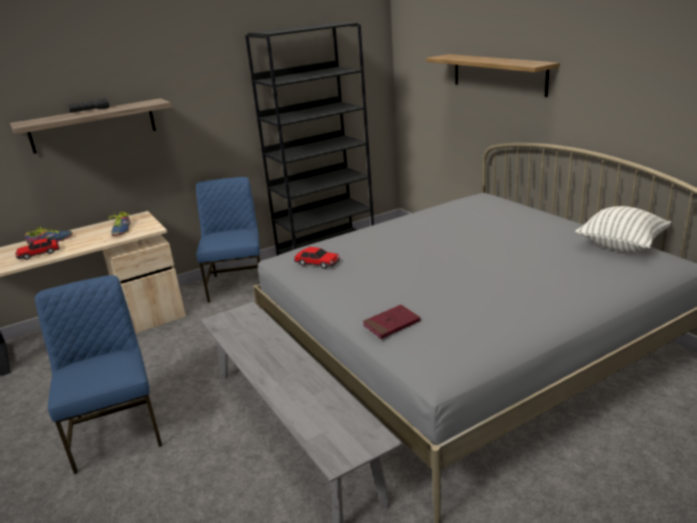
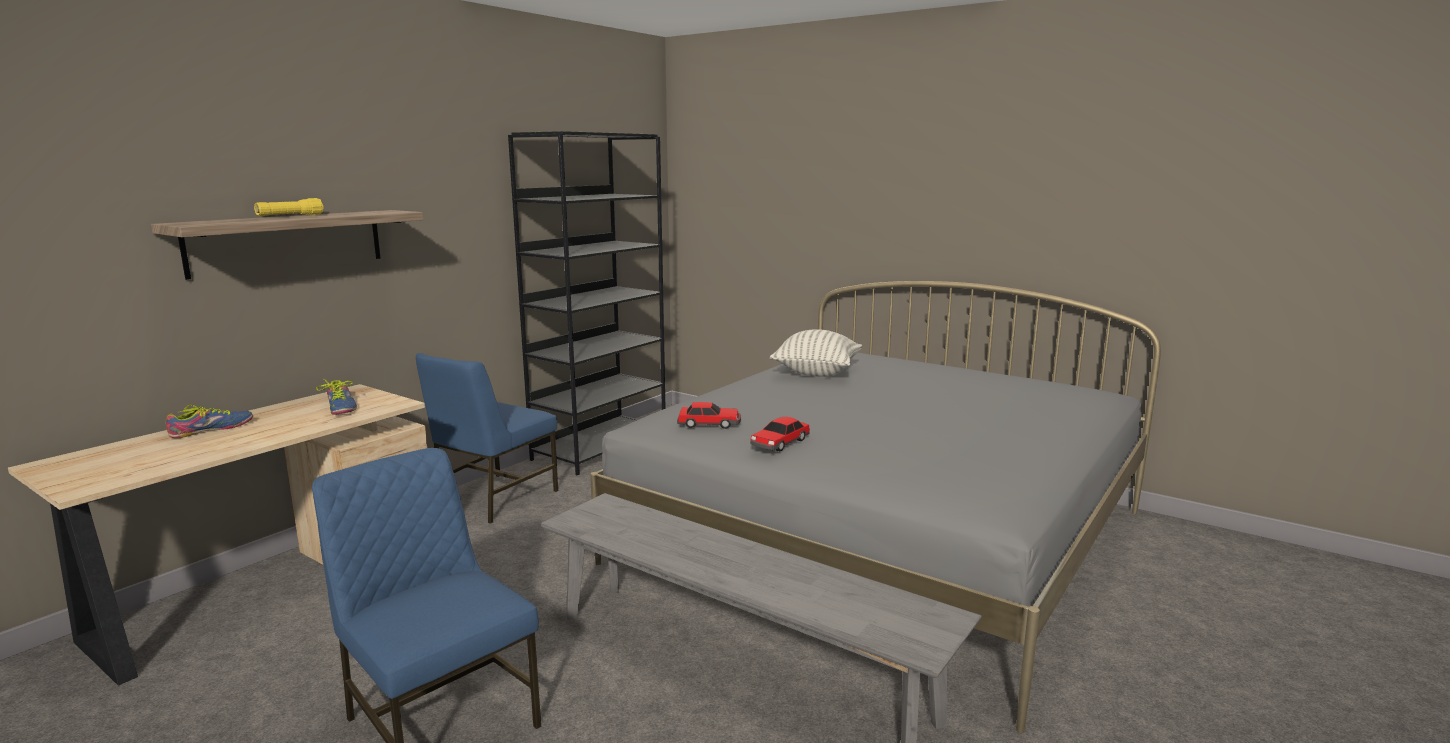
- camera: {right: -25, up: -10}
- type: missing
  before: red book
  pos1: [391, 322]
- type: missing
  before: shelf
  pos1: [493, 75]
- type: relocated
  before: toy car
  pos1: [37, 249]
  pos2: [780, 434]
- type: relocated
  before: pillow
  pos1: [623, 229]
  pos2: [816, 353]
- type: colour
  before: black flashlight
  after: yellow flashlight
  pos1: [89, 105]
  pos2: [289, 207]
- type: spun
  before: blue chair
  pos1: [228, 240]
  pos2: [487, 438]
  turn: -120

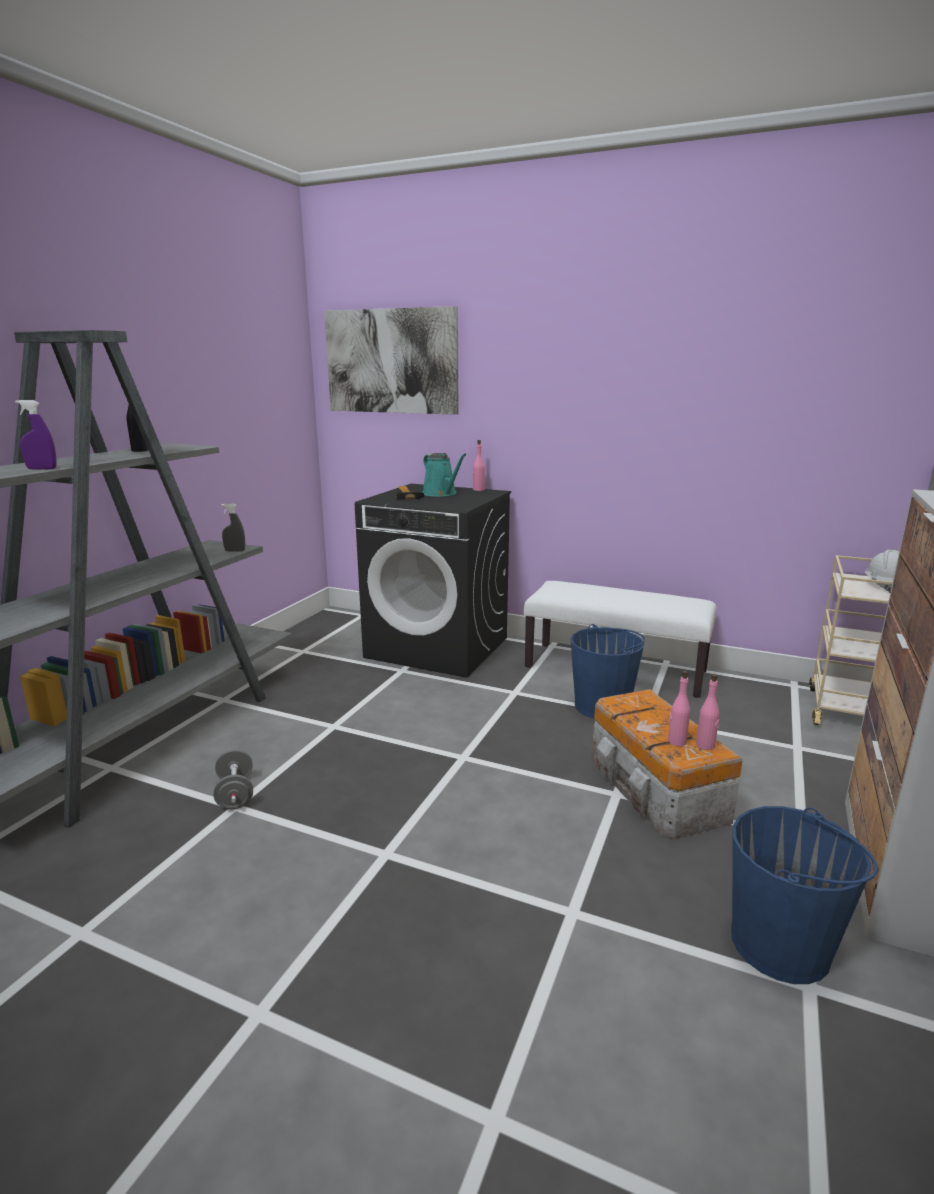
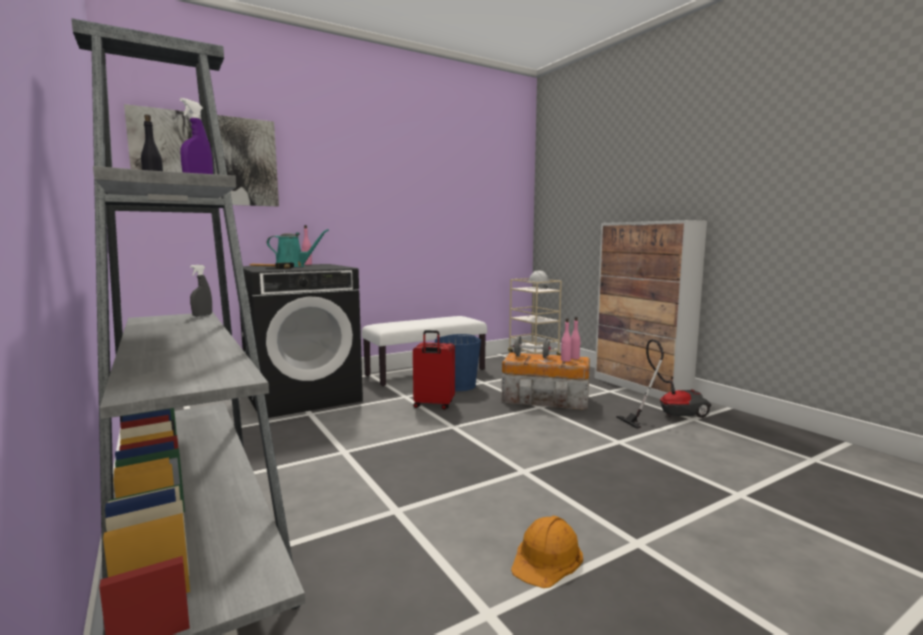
- camera: {right: -55, up: -10}
- type: appeared
  after: red suitcase
  pos2: [434, 370]
- type: appeared
  after: orange hard hat
  pos2: [547, 552]
- type: relocated
  before: grey dumbbell
  pos1: [233, 779]
  pos2: [532, 347]
- type: exchanged
  before: blue bucket
  after: vacuum cleaner
  pos1: [804, 895]
  pos2: [663, 384]

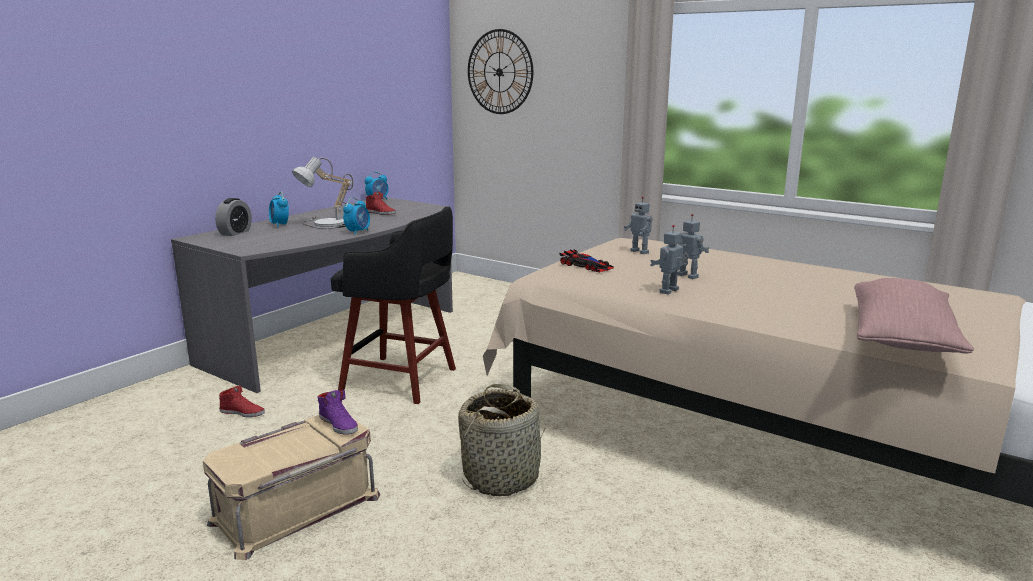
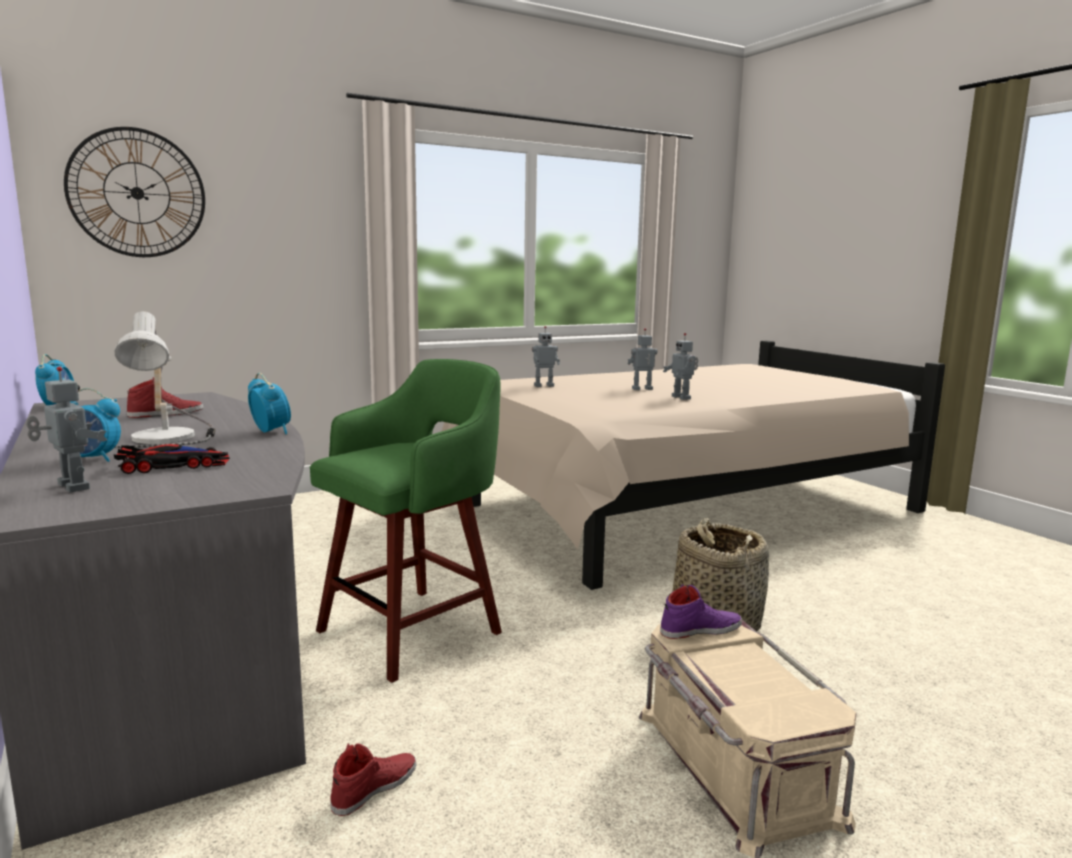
- camera: {right: -65, up: -5}
- type: missing
  before: pink pillow
  pos1: [914, 316]
- type: relocated
  before: toy car
  pos1: [586, 260]
  pos2: [172, 459]
- type: exchanged
  before: alarm clock
  after: toy robot
  pos1: [233, 217]
  pos2: [66, 429]
- type: colour
  before: black stool
  after: green stool
  pos1: [393, 305]
  pos2: [406, 521]

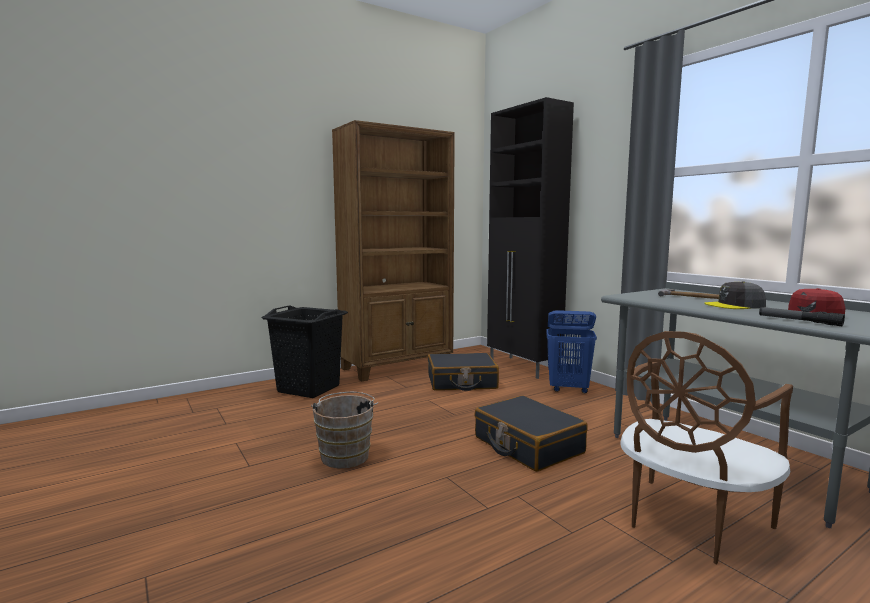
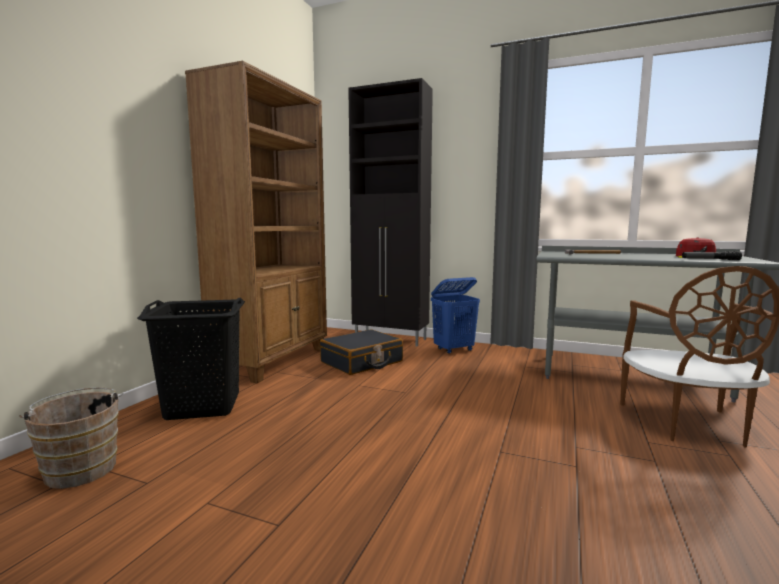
- camera: {right: -35, up: 0}
- type: missing
  before: black suitcase
  pos1: [531, 433]
- type: missing
  before: grey cap
  pos1: [735, 295]
- type: relocated
  before: brown bucket
  pos1: [344, 430]
  pos2: [71, 438]

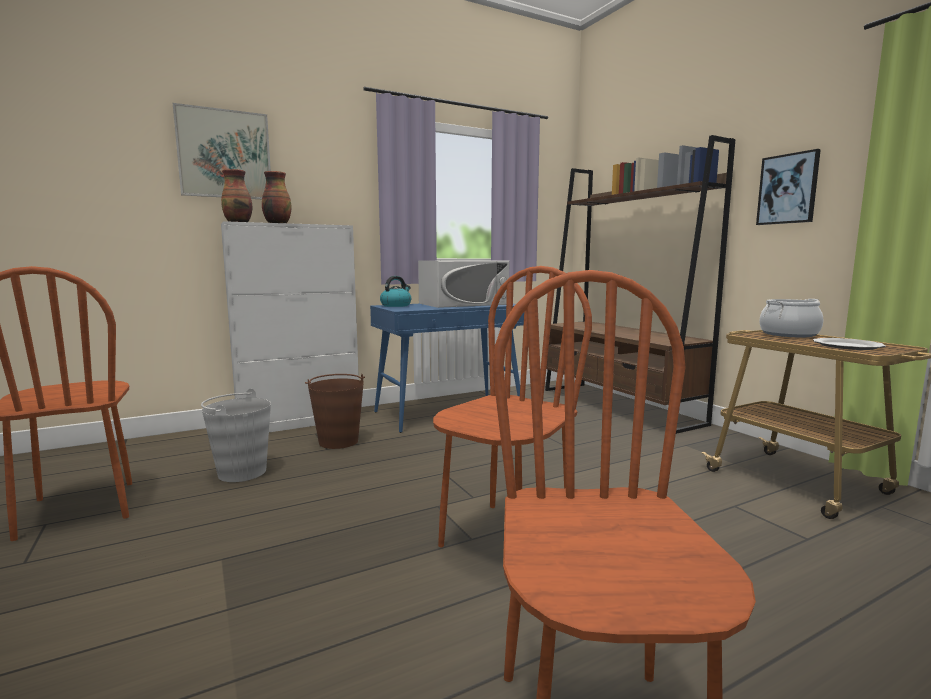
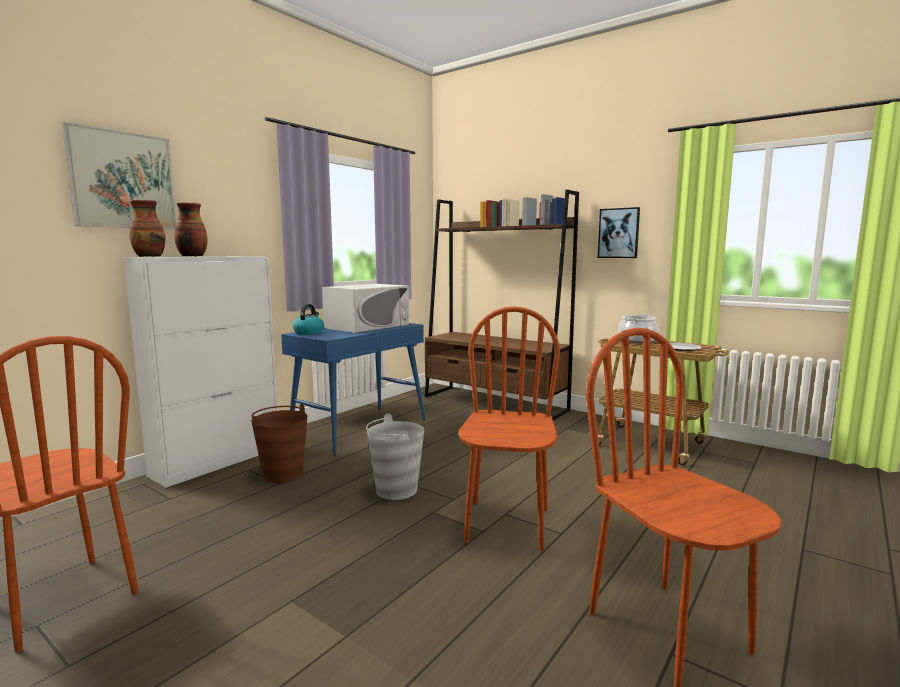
- camera: {right: -25, up: 0}
- type: relocated
  before: grey bucket
  pos1: [236, 435]
  pos2: [395, 457]

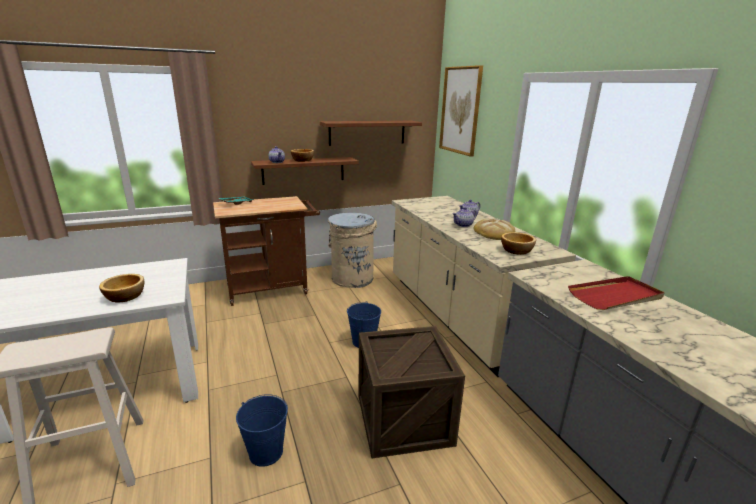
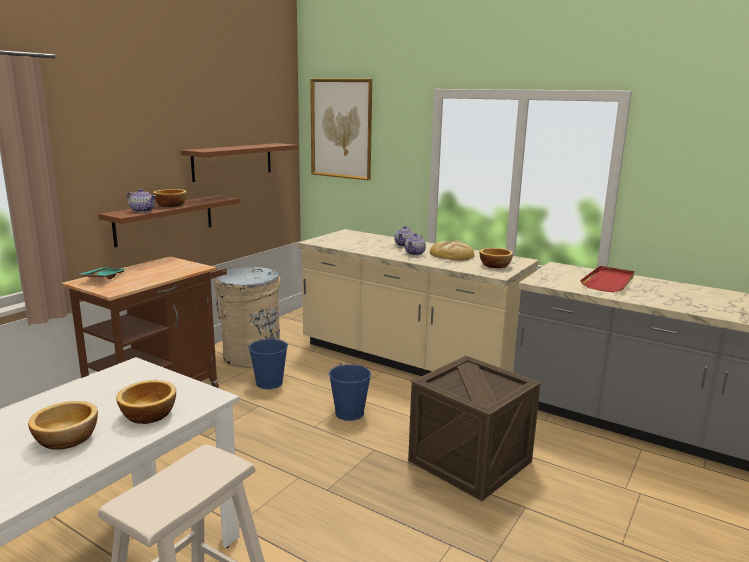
- camera: {right: -35, up: -5}
- type: appeared
  after: bowl
  pos2: [63, 425]
- type: relocated
  before: blue bucket
  pos1: [262, 430]
  pos2: [268, 363]

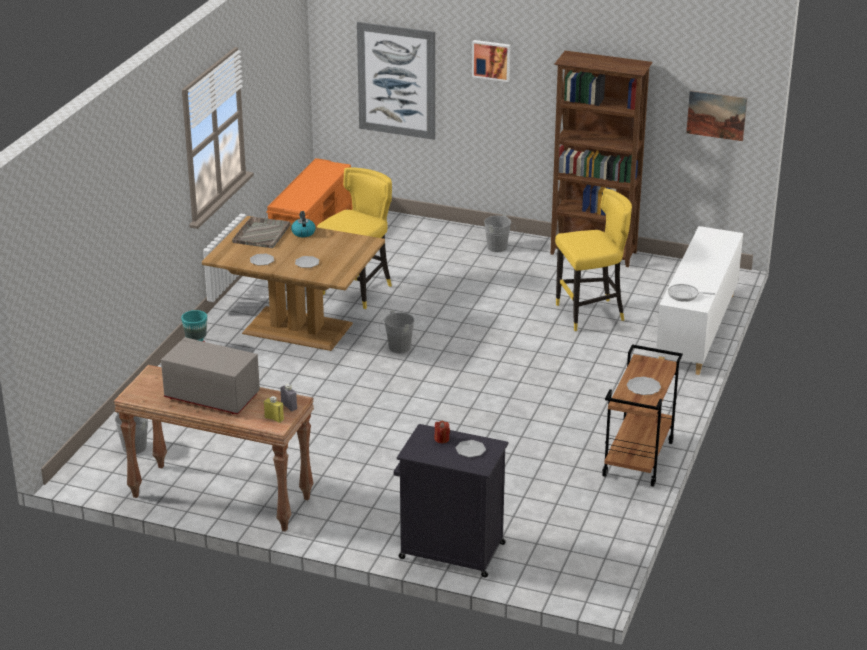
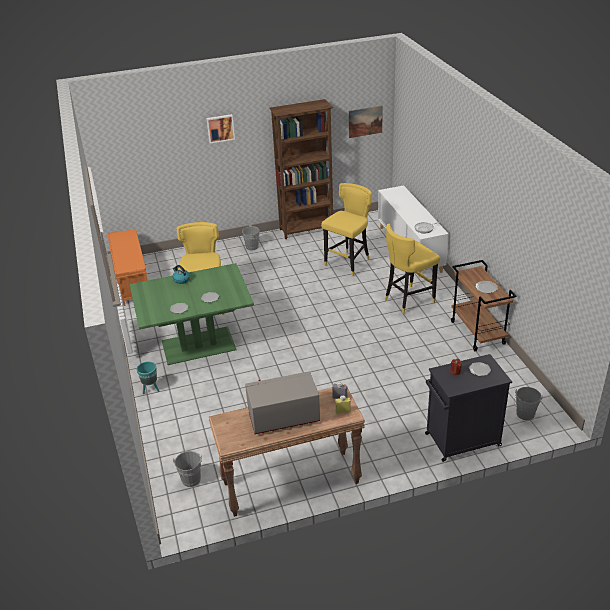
- camera: {right: -35, up: 5}
- type: missing
  before: grey tray
  pos1: [261, 232]
- type: missing
  before: picture
  pos1: [396, 81]
- type: appeared
  after: yellow stool
  pos2: [412, 269]
- type: relocated
  before: grey bucket
  pos1: [396, 331]
  pos2: [528, 403]
- type: colour
  before: brown dining table
  after: green dining table
  pos1: [293, 283]
  pos2: [192, 314]

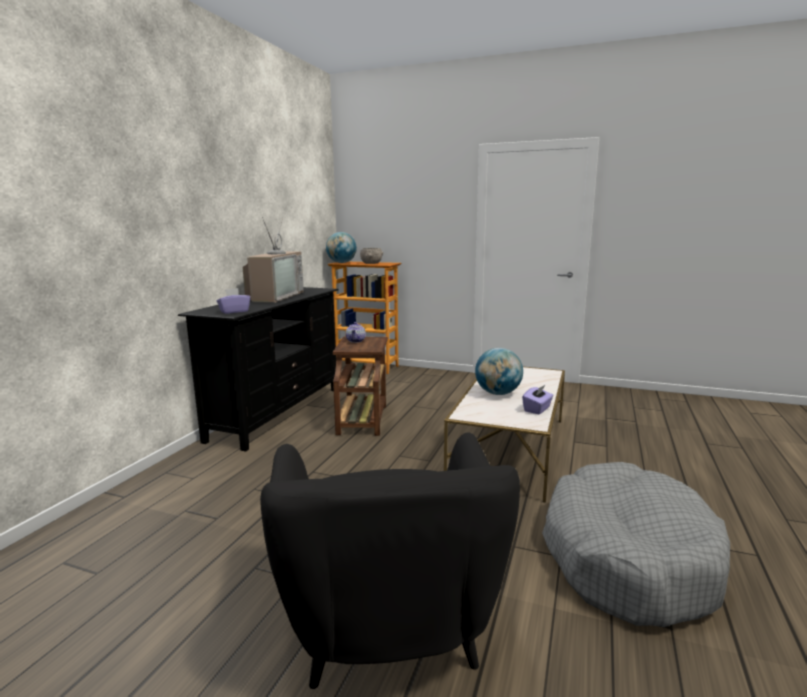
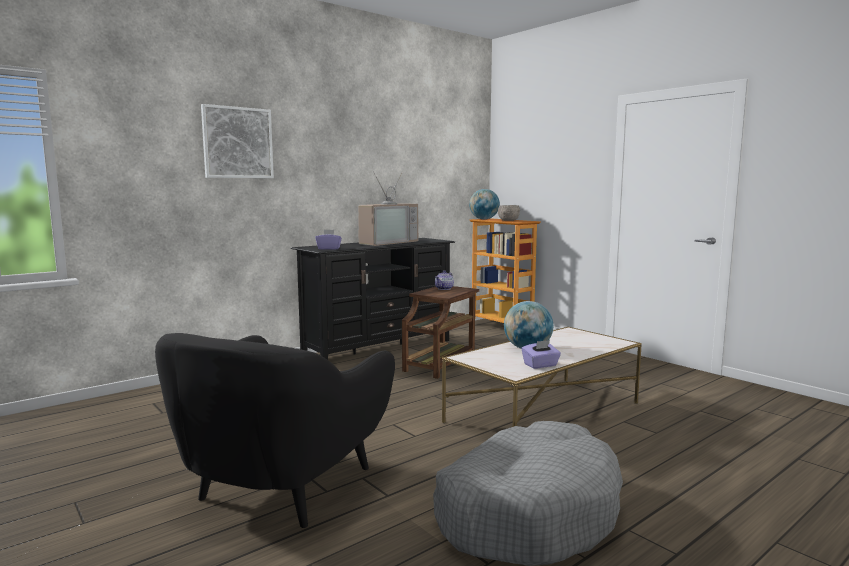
- camera: {right: 30, up: -5}
- type: appeared
  after: picture
  pos2: [237, 141]

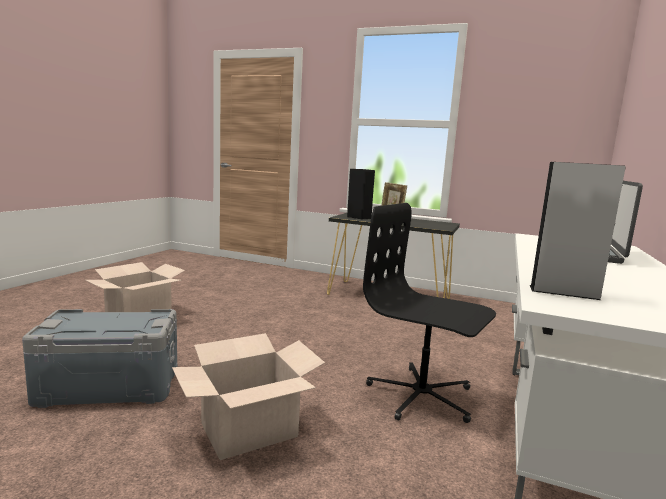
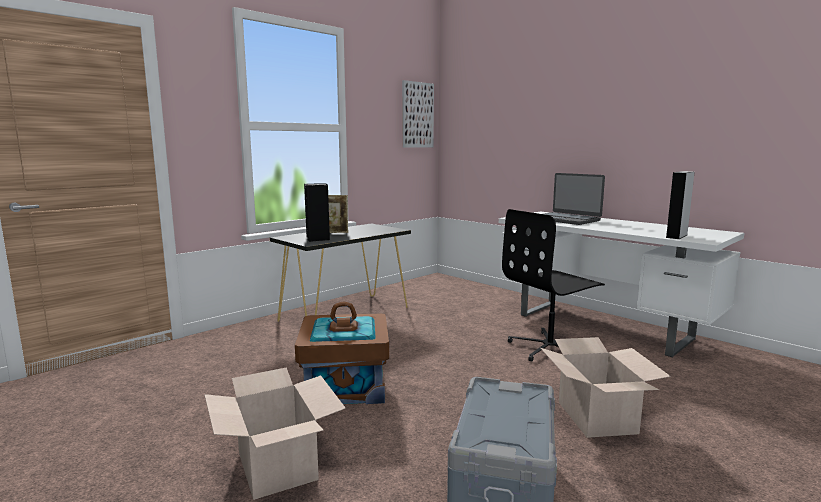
- camera: {right: -65, up: 0}
- type: appeared
  after: brown storage box
  pos2: [342, 353]
- type: appeared
  after: picture
  pos2: [418, 114]

